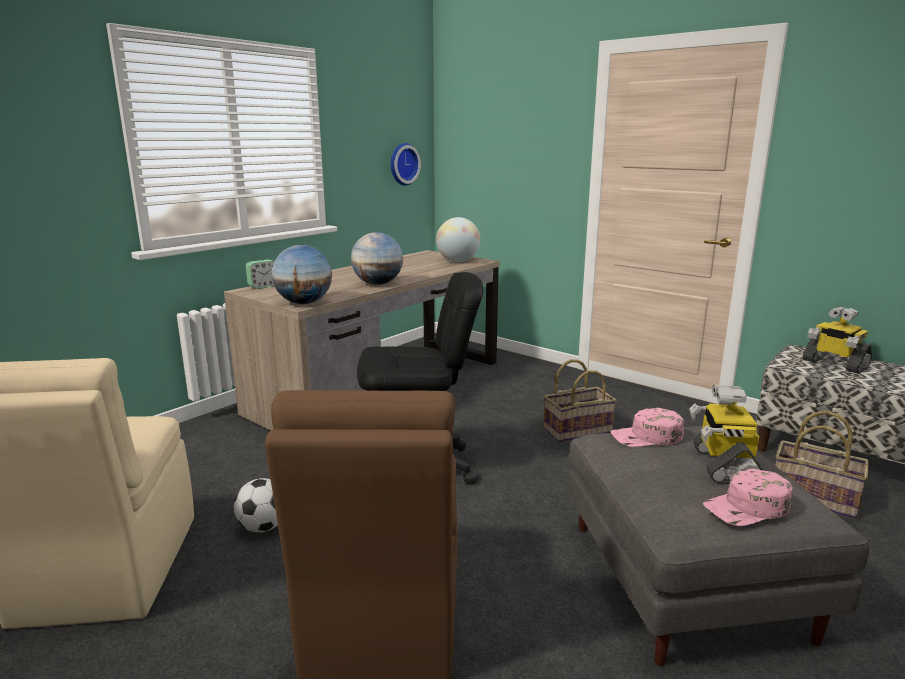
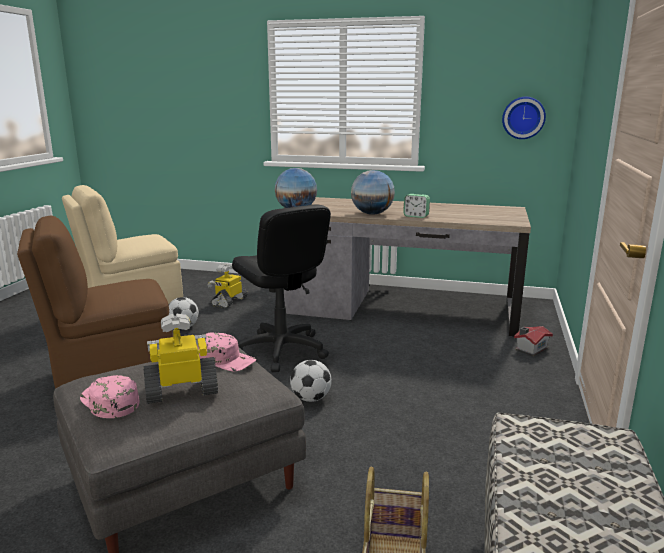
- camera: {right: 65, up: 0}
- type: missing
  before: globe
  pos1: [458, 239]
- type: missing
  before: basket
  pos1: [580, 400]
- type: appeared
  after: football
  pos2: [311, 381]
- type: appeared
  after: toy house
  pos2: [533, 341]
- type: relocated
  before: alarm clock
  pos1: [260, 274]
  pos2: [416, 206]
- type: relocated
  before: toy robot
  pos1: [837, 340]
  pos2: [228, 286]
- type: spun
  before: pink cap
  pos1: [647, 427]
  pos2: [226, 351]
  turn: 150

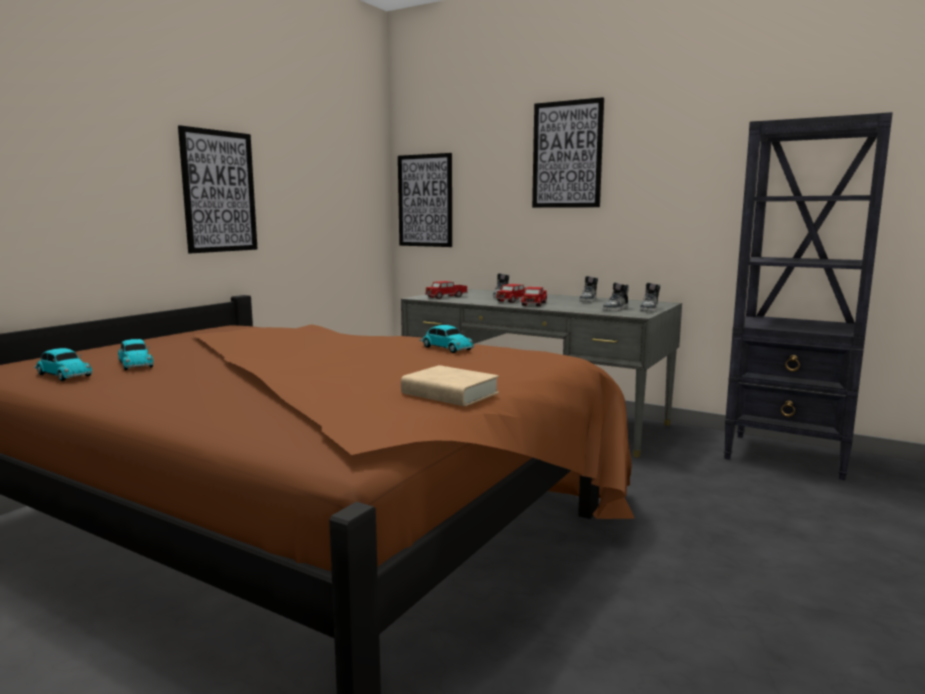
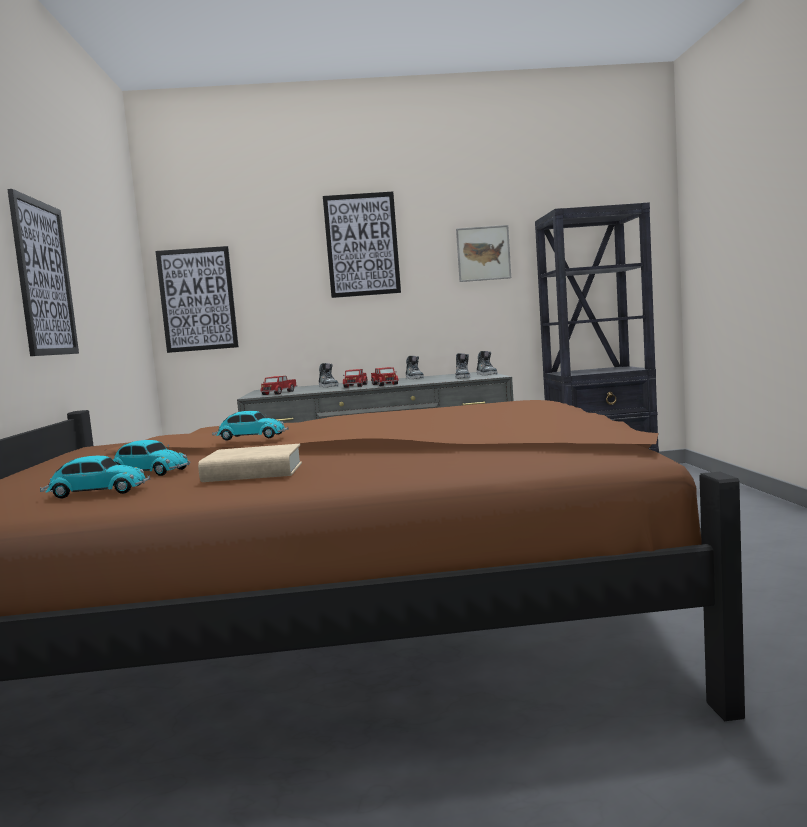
- camera: {right: -35, up: -5}
- type: appeared
  after: picture
  pos2: [483, 253]
- type: relocated
  before: beige book
  pos1: [450, 385]
  pos2: [250, 463]
- type: relocated
  before: toy car
  pos1: [447, 339]
  pos2: [250, 425]

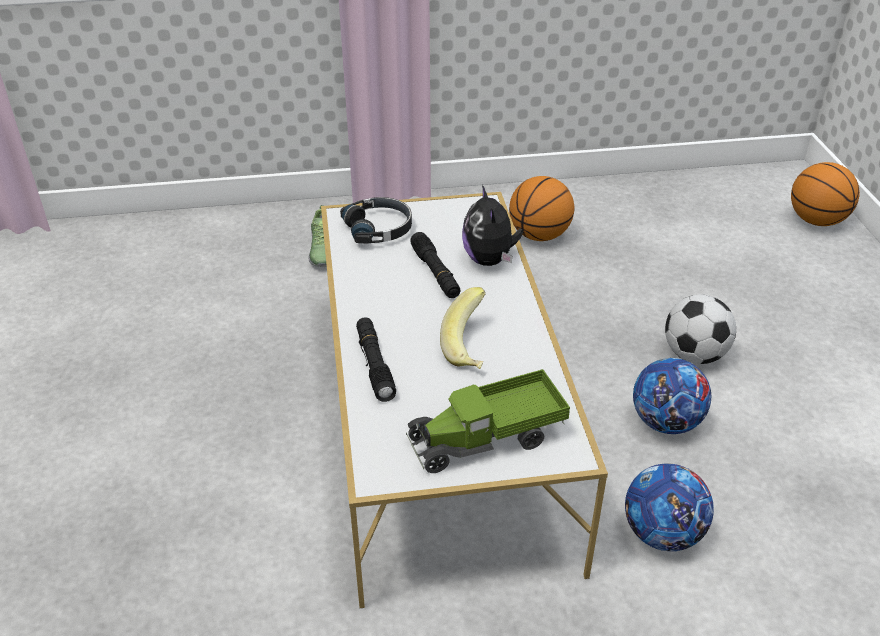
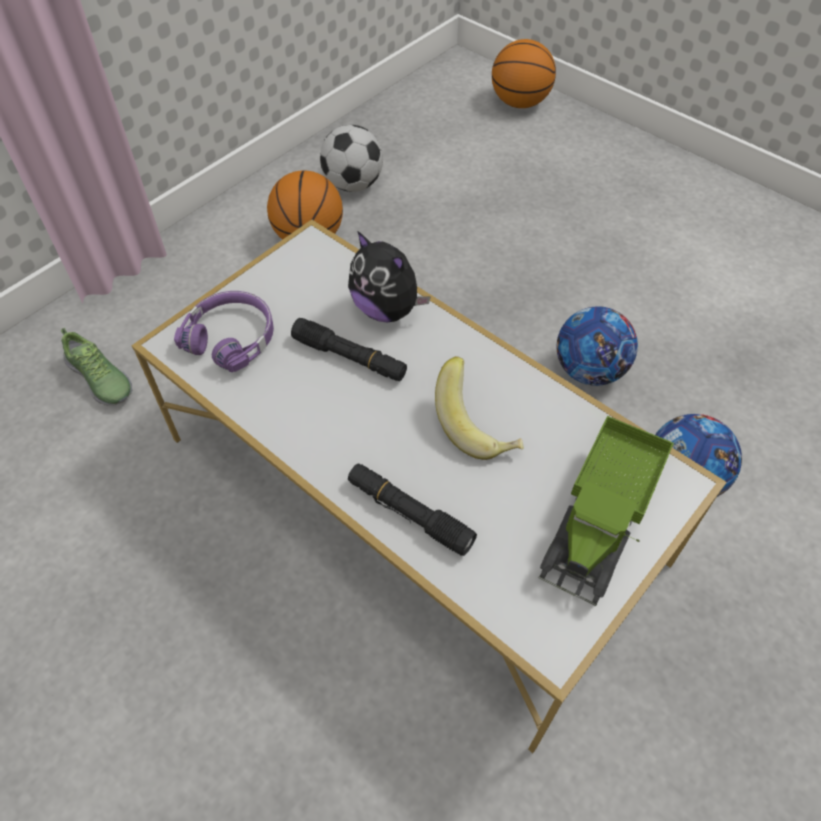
- camera: {right: -40, up: 15}
- type: relocated
  before: football
  pos1: [700, 329]
  pos2: [351, 158]
- type: colour
  before: black headphones
  after: purple headphones
  pos1: [376, 220]
  pos2: [224, 331]

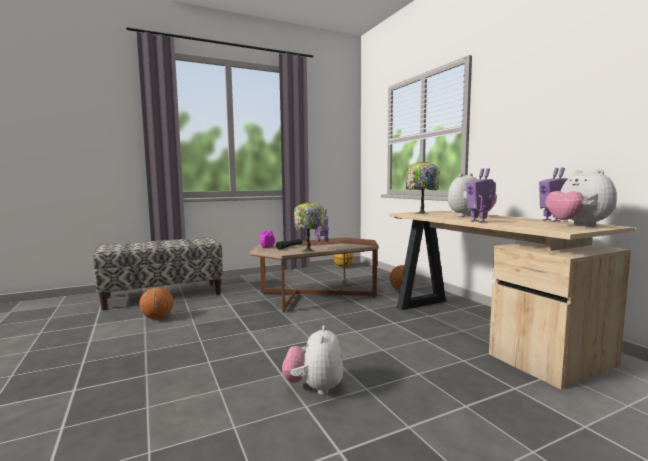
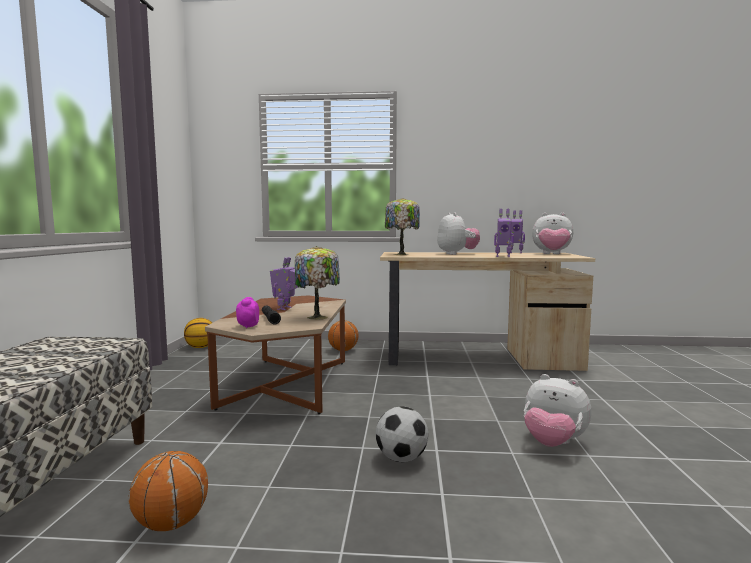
- camera: {right: -60, up: 0}
- type: appeared
  after: football
  pos2: [402, 434]

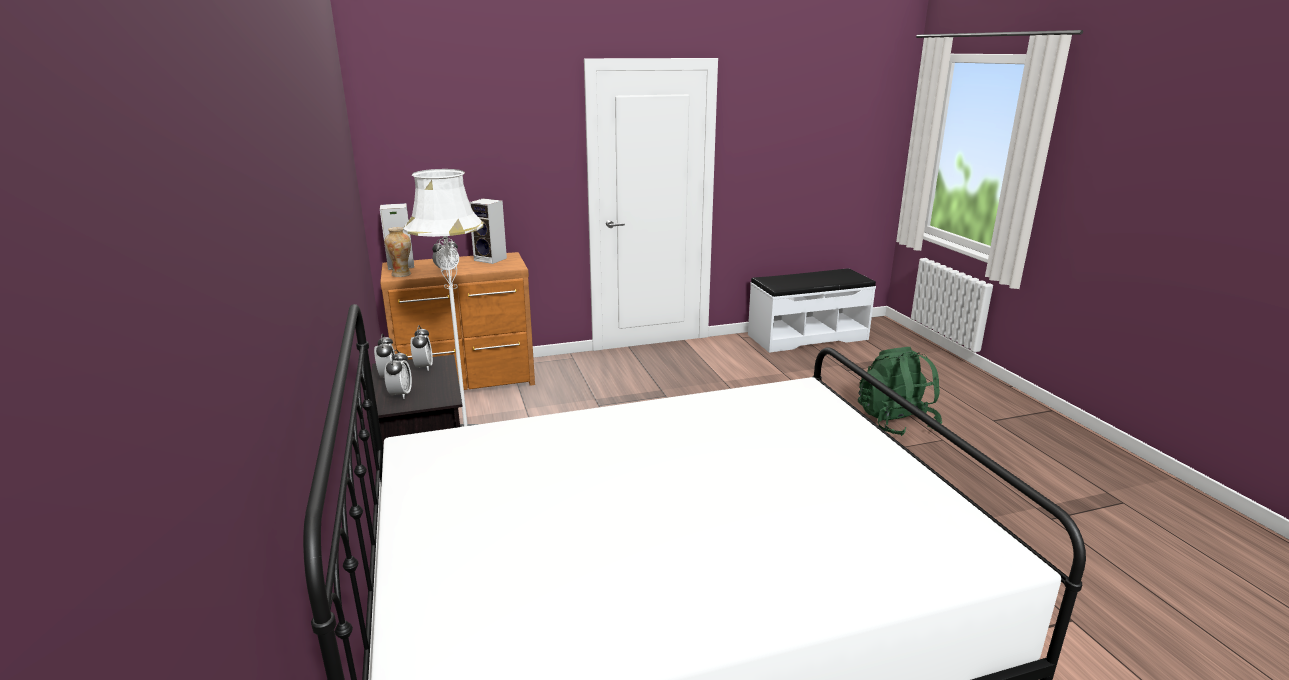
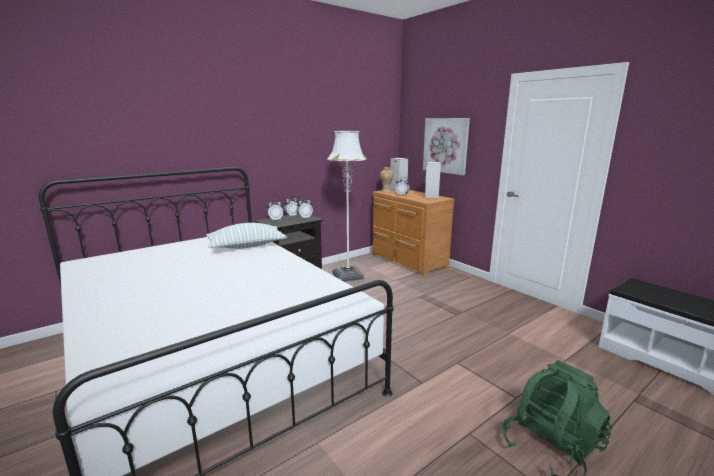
- camera: {right: 70, up: -5}
- type: appeared
  after: pillow
  pos2: [246, 236]
- type: appeared
  after: picture
  pos2: [446, 146]

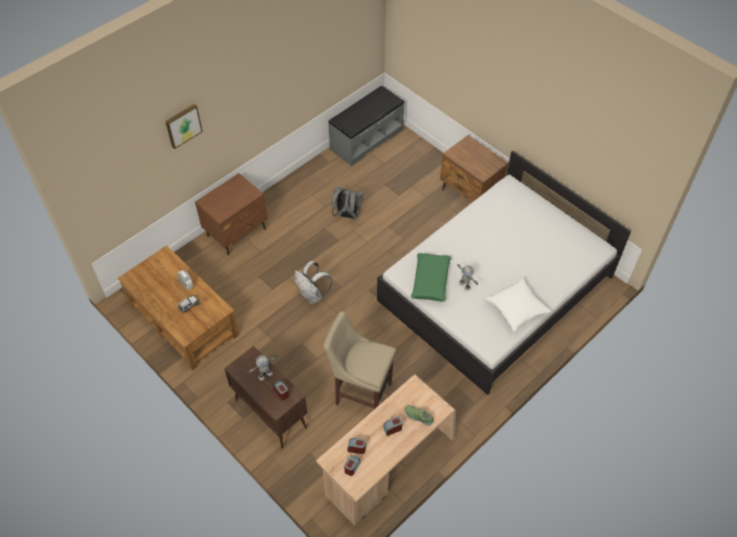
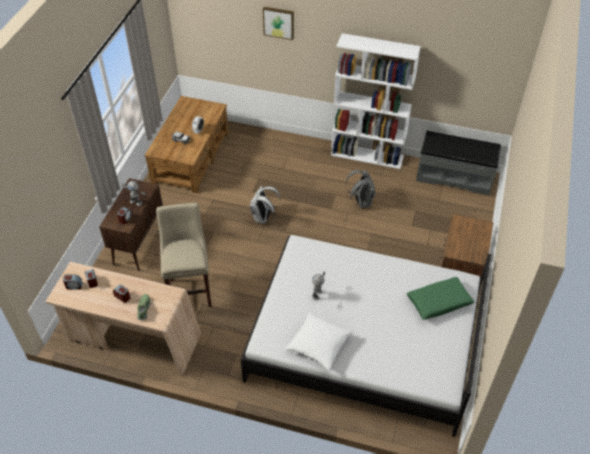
- camera: {right: 60, up: -5}
- type: missing
  before: brown nightstand
  pos1: [231, 214]
- type: appeared
  after: white bookcase
  pos2: [376, 101]
- type: relocated
  before: green pillow
  pos1: [431, 277]
  pos2: [441, 298]

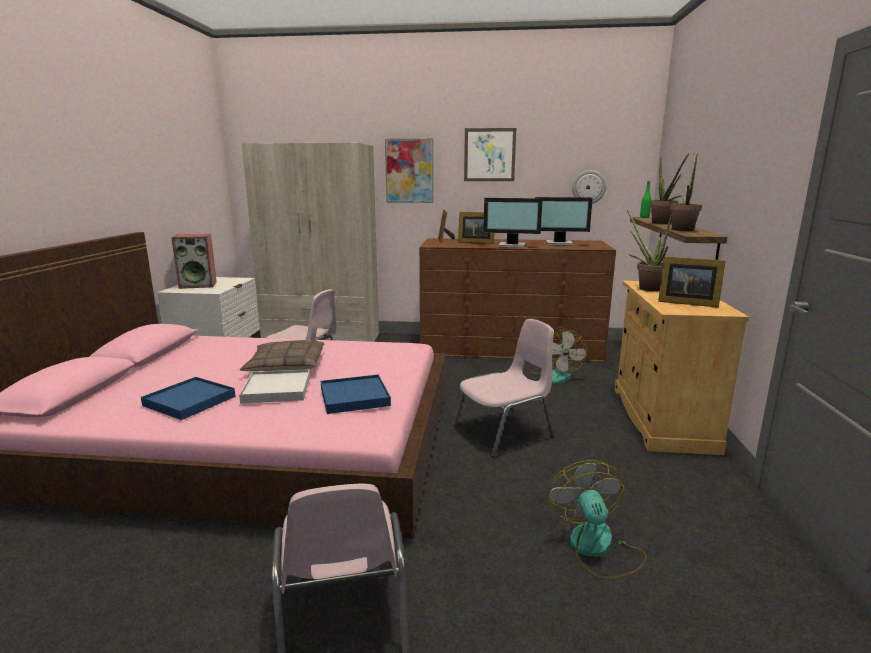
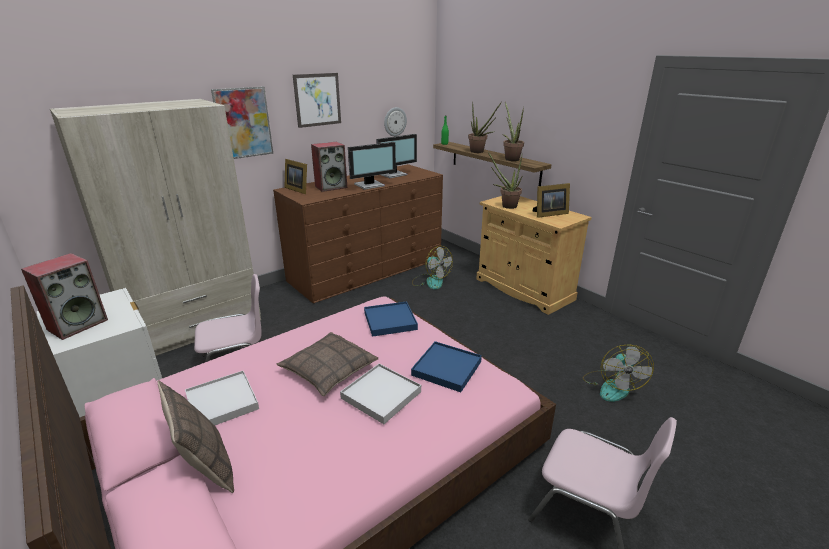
- camera: {right: -45, up: 10}
- type: missing
  before: pink chair
  pos1: [503, 388]
- type: appeared
  after: pillow
  pos2: [196, 436]
- type: appeared
  after: white tray
  pos2: [222, 398]
- type: relocated
  before: blue tray
  pos1: [188, 398]
  pos2: [391, 319]
- type: exchanged
  before: picture frame
  after: speaker
  pos1: [476, 228]
  pos2: [329, 167]
- type: spun
  before: fan
  pos1: [597, 519]
  pos2: [618, 373]
  turn: -120

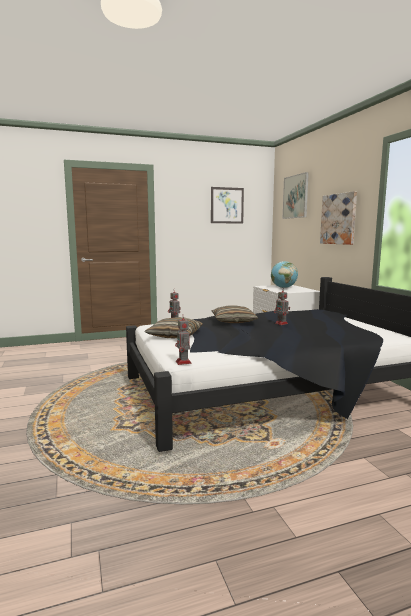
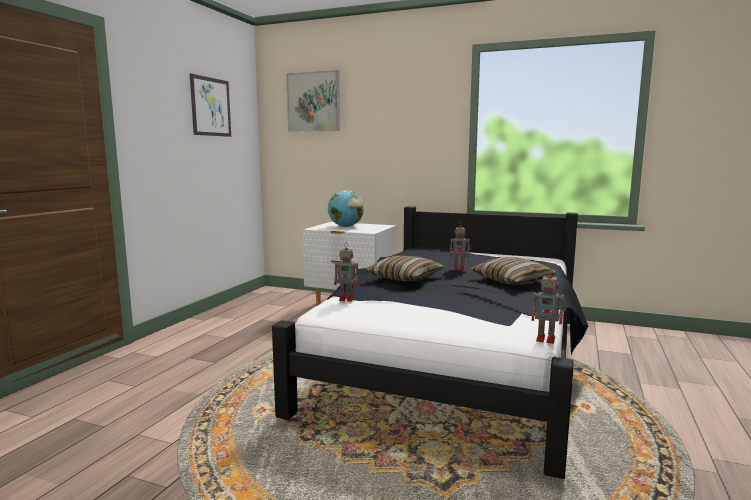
- camera: {right: -50, up: 0}
- type: missing
  before: picture
  pos1: [338, 218]
- type: relocated
  before: pillow
  pos1: [173, 328]
  pos2: [513, 271]

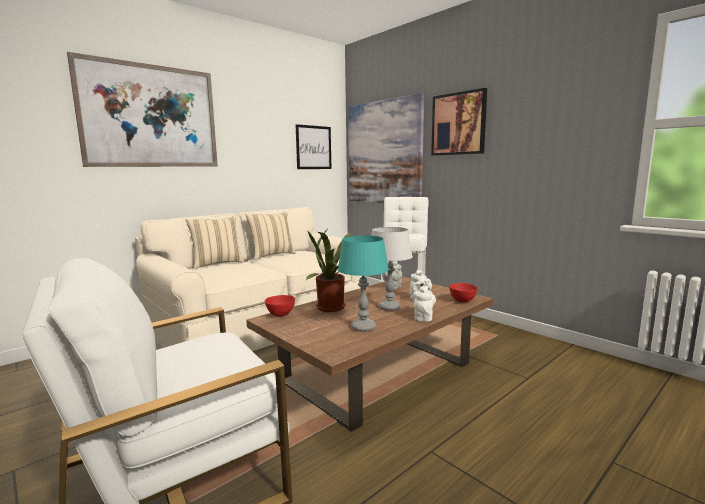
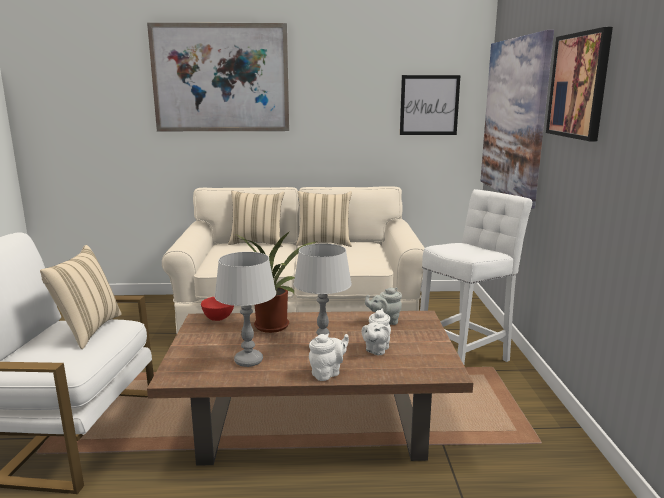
- camera: {right: 40, up: 5}
- type: missing
  before: red bowl
  pos1: [463, 292]
- type: appeared
  after: beige pillow
  pos2: [81, 297]
- type: colour
  before: turquoise table lamp
  after: grey table lamp
  pos1: [363, 283]
  pos2: [245, 309]

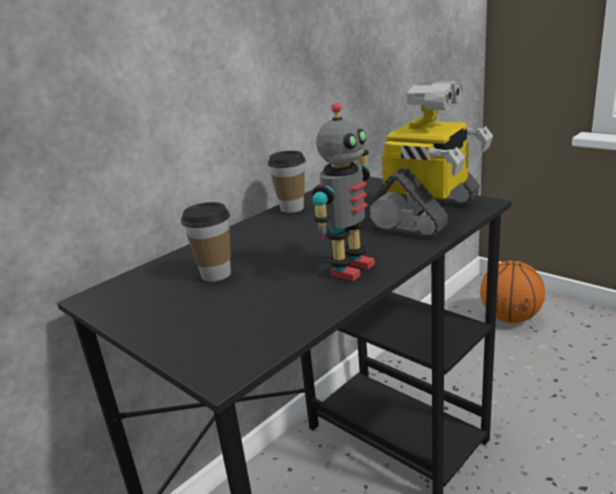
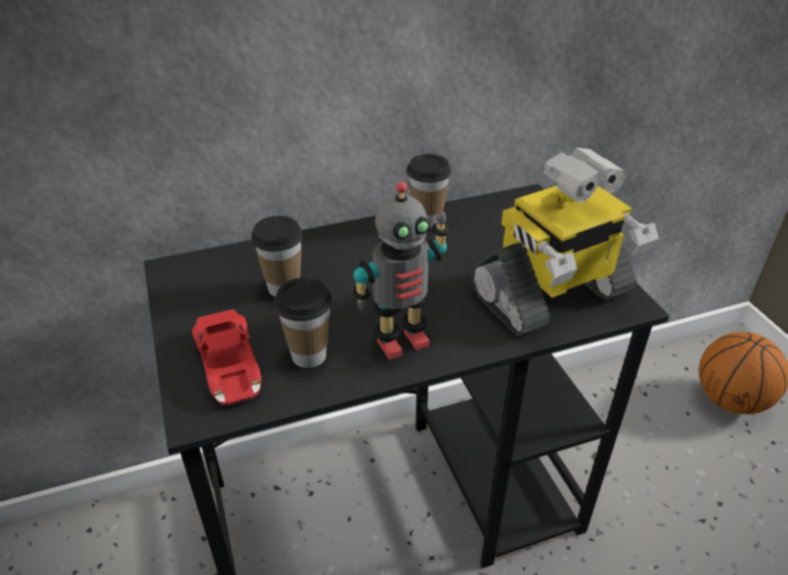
- camera: {right: 25, up: 15}
- type: appeared
  after: red toy car
  pos2: [227, 357]
- type: appeared
  after: cup
  pos2: [303, 322]

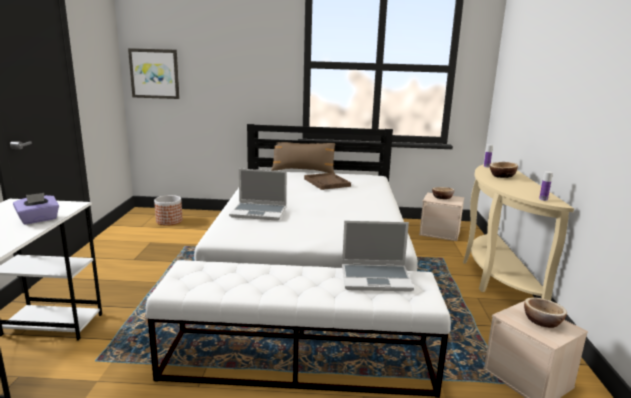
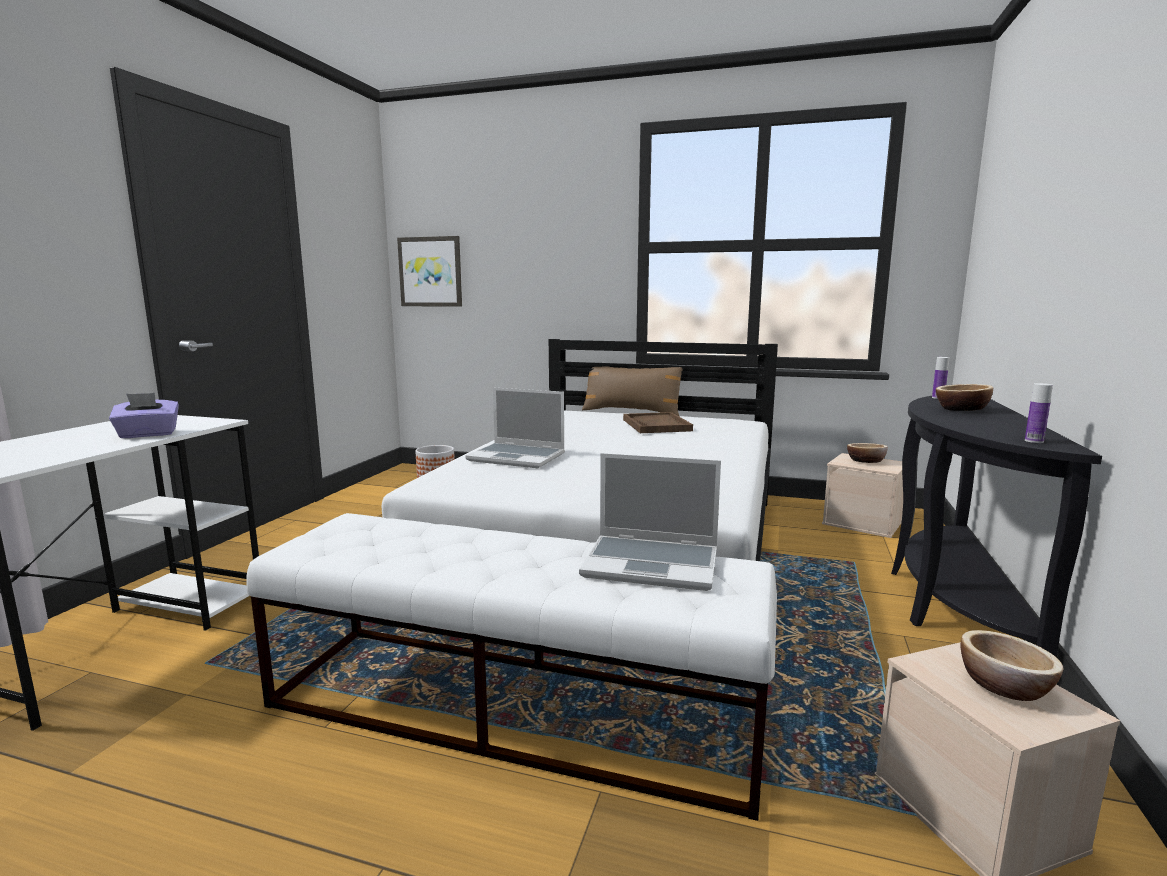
- camera: {right: 15, up: -5}
- type: colour
  before: beige console table
  after: black console table
  pos1: [518, 232]
  pos2: [996, 527]

